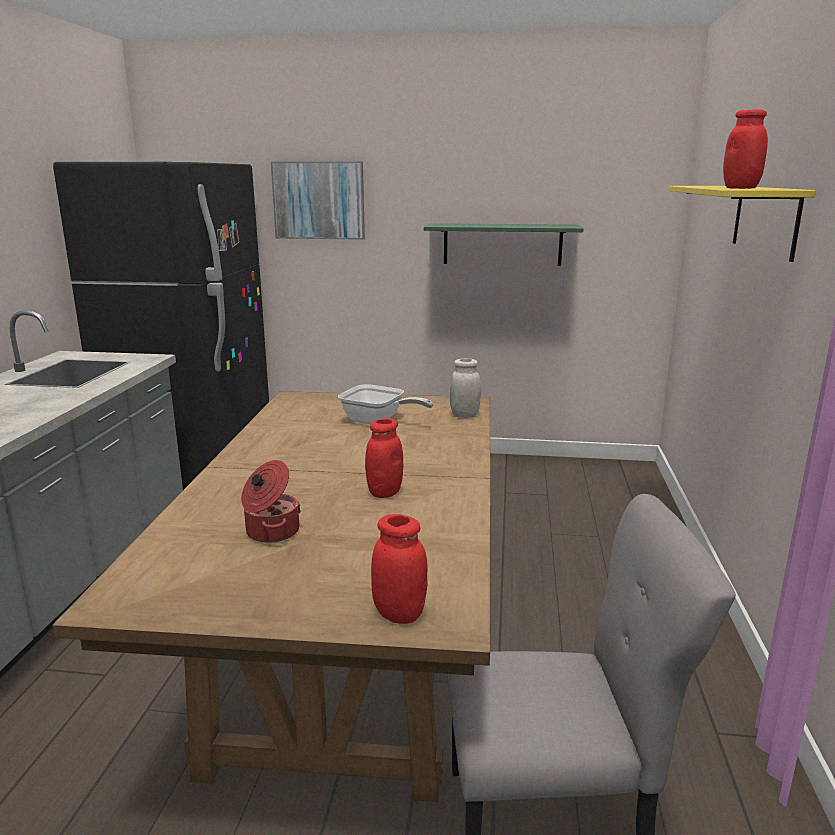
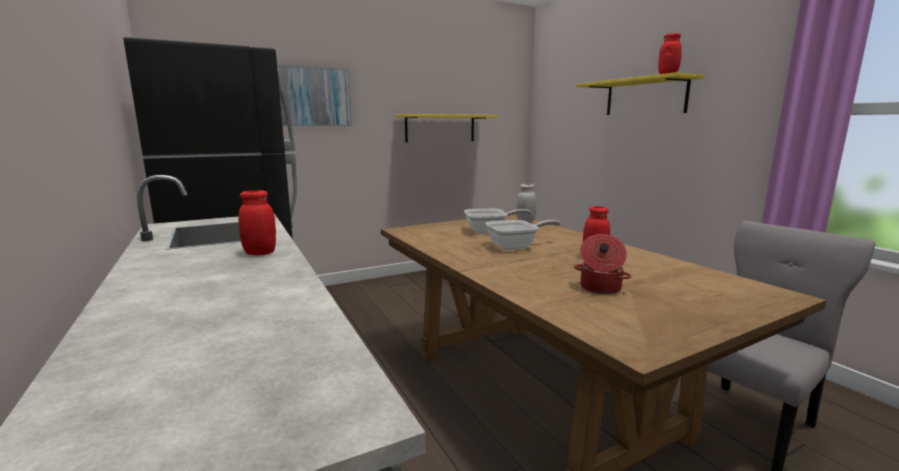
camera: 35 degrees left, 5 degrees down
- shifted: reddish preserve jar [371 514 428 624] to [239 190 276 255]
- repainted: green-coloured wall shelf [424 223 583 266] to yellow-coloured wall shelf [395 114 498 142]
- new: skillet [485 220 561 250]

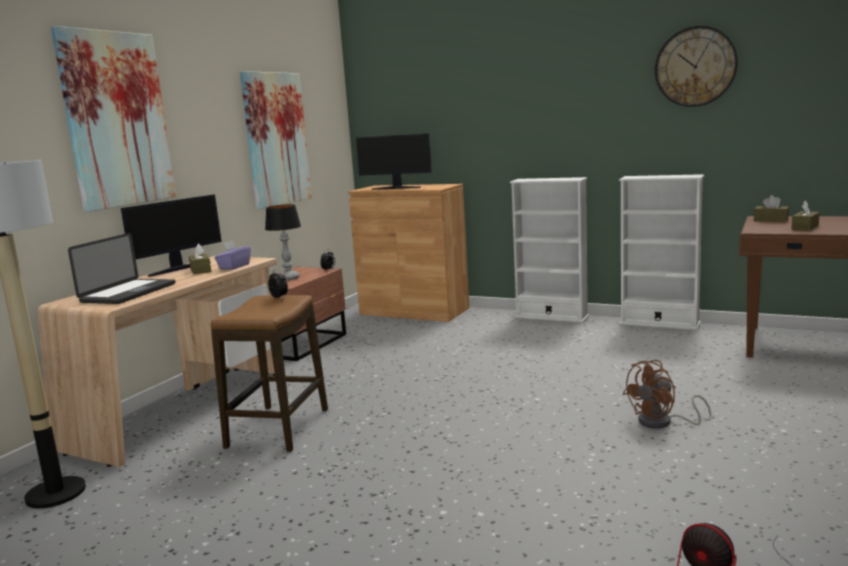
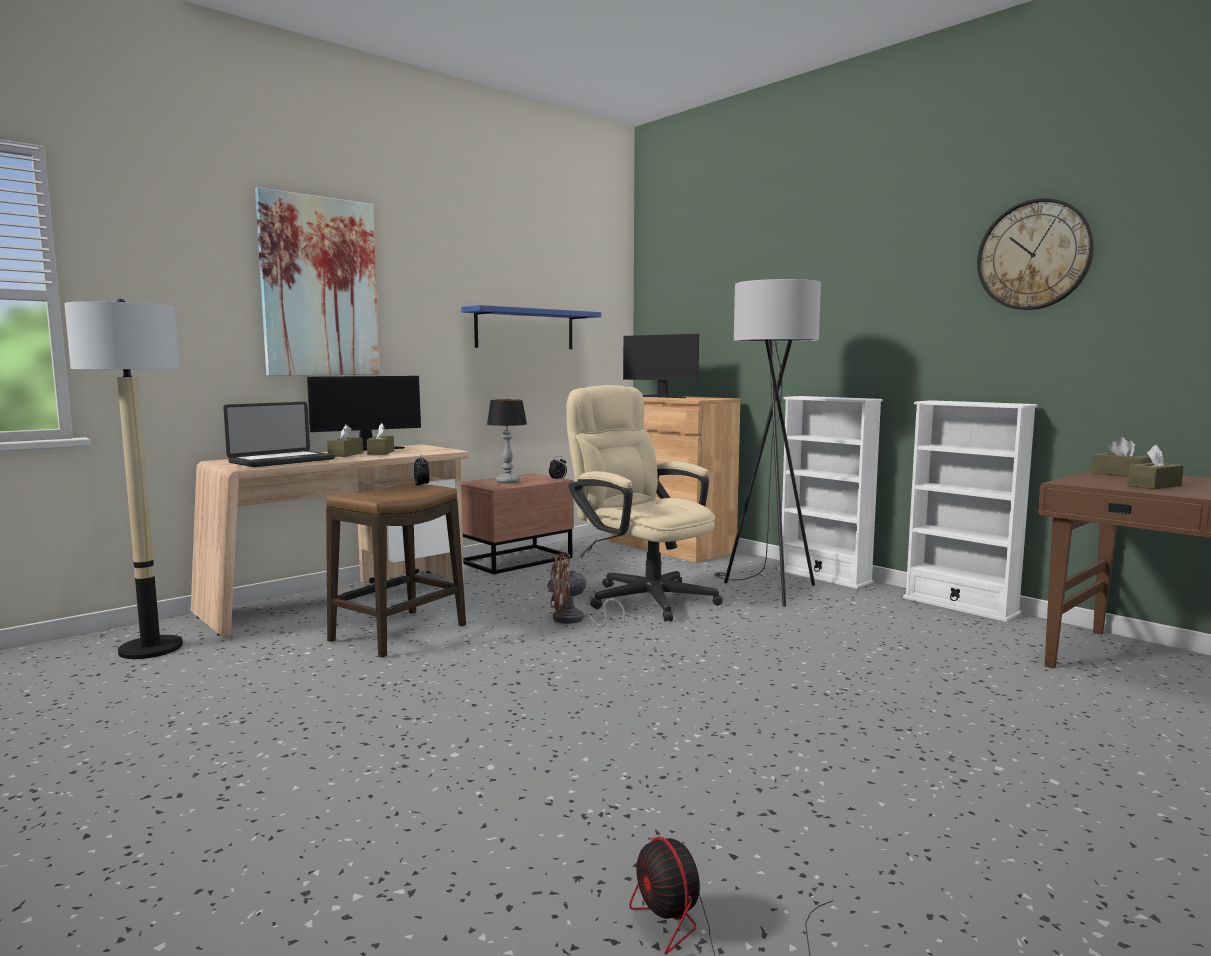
camera: 20 degrees right, 5 degrees down
- new: brown tissue box [327 424 363 457]
- swapped: picture [240 71 312 209] to blue-coloured wall shelf [461 305 601 349]
- shifted: brown electric fan [622 360 711 429] to [547 553 625 627]
- new: beige computer chair [566 385 723 622]
- new: grey floor lamp [714 279 821 607]
- gone: purple tissue box [214 240 251 270]

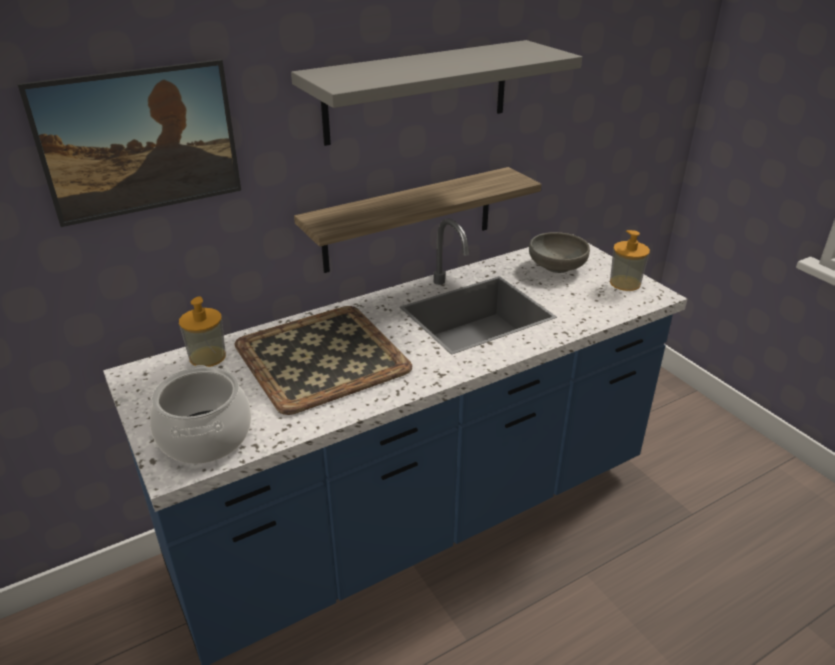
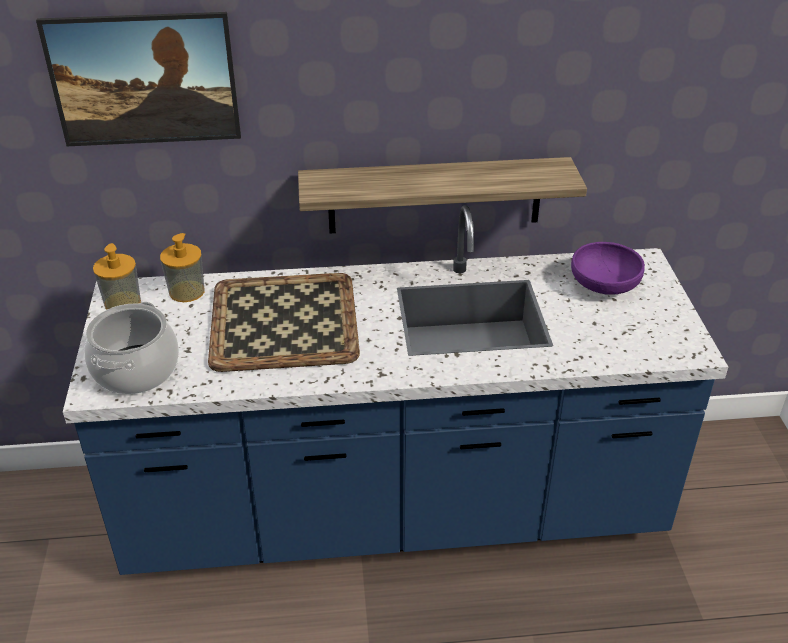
camera: 25 degrees right, 5 degrees up
- shifted: liquid soap bottle [610 230 650 291] to [93 243 141 310]
- repainted: grey bowl [529 232 590 273] to purple bowl [571 242 645 295]
- gone: grey wall shelf [291 40 582 146]

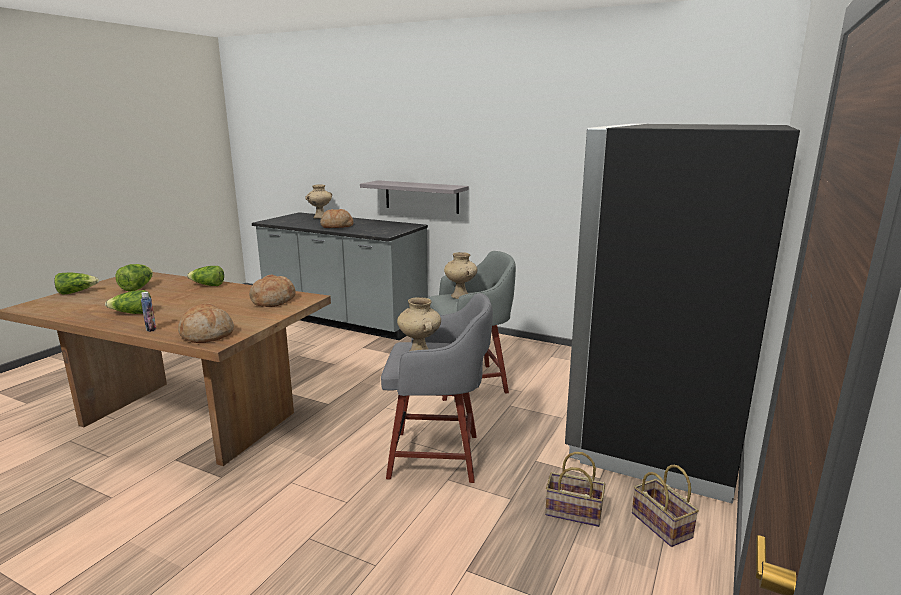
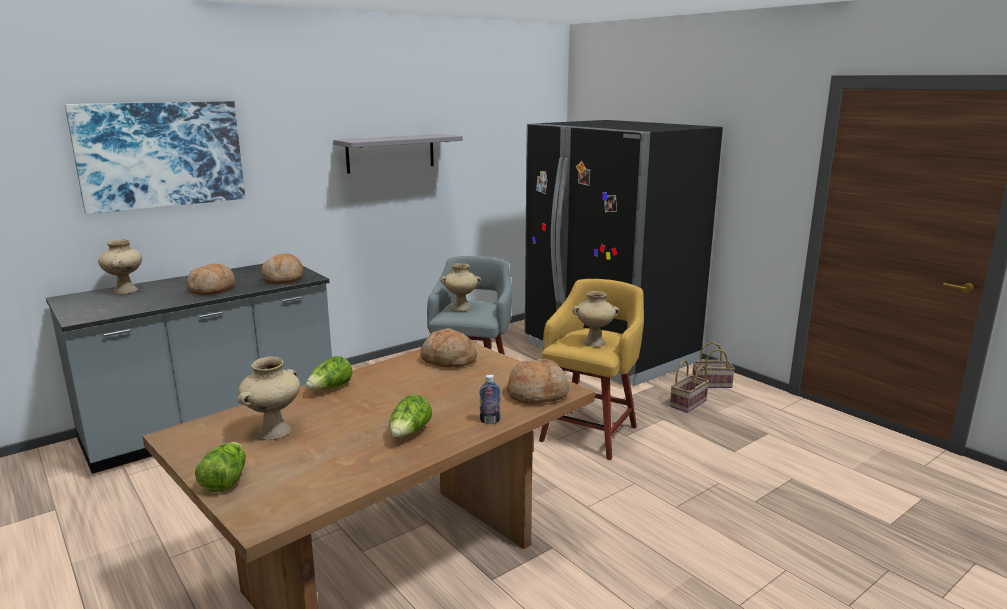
camera: 65 degrees left, 0 degrees up
- new: picture [65 101 245 214]
- swapped: lettuce head [116 264 153 292] to beige decorative vase [238 357 300 440]
- new: baked bread [261 253 303 283]
- shifted: grey wall shelf [360 180 469 214] to [333 134 463 174]
- repainted: grey sitting stool [381 293 493 483] to yellow-coloured sitting stool [539 279 644 460]

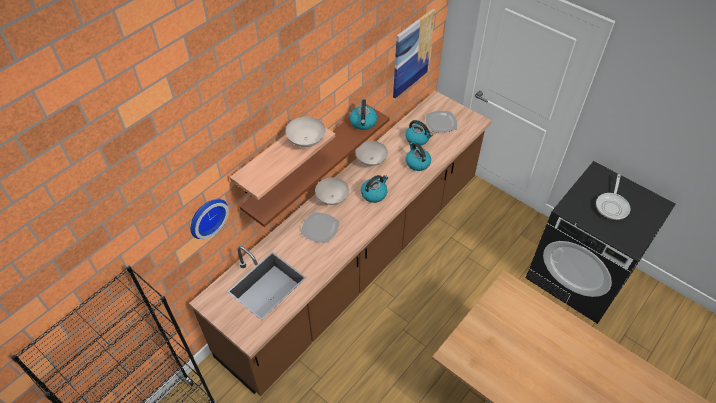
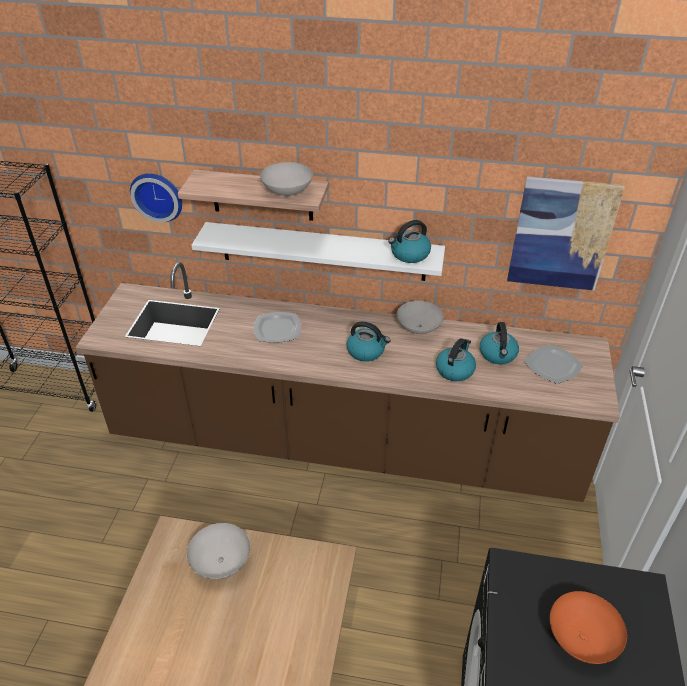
camera: 60 degrees right, 10 degrees down
- shifted: white bowl [315 178 349 205] to [187 523 250 580]
- repainted: brown wall shelf [240 104 390 227] to white wall shelf [191 222 445 281]
- swapped: skillet [596 174 630 220] to orange-coloured bowl [550 591 627 664]

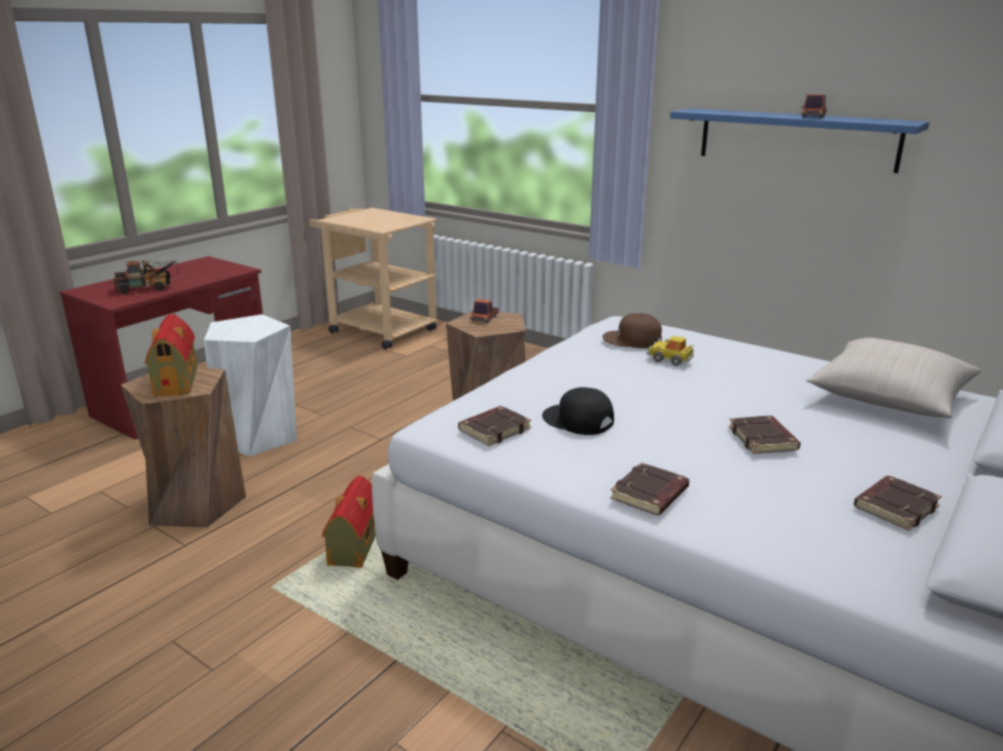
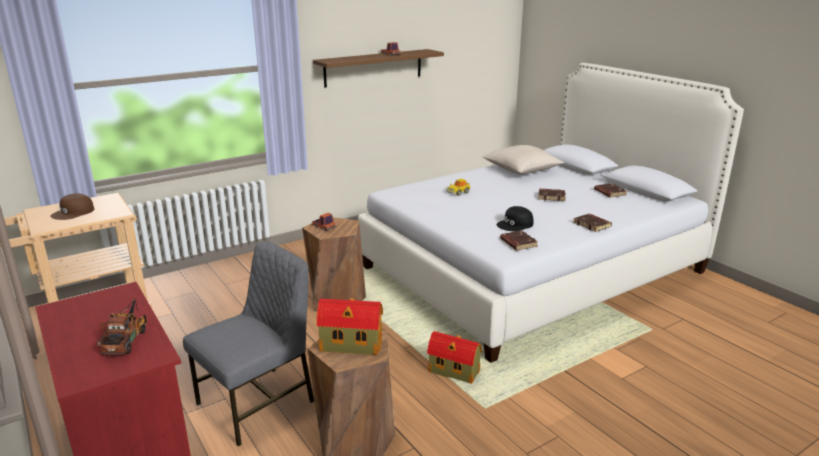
camera: 70 degrees left, 0 degrees up
- shifted: brown peaked cap [602 313 662 348] to [50 193 94 220]
- swapped: white sitting stool [204 314 297 456] to grey plain chair [183 241 314 447]
- repainted: blue-coloured wall shelf [670 108 930 173] to brown wall shelf [313 49 444 88]

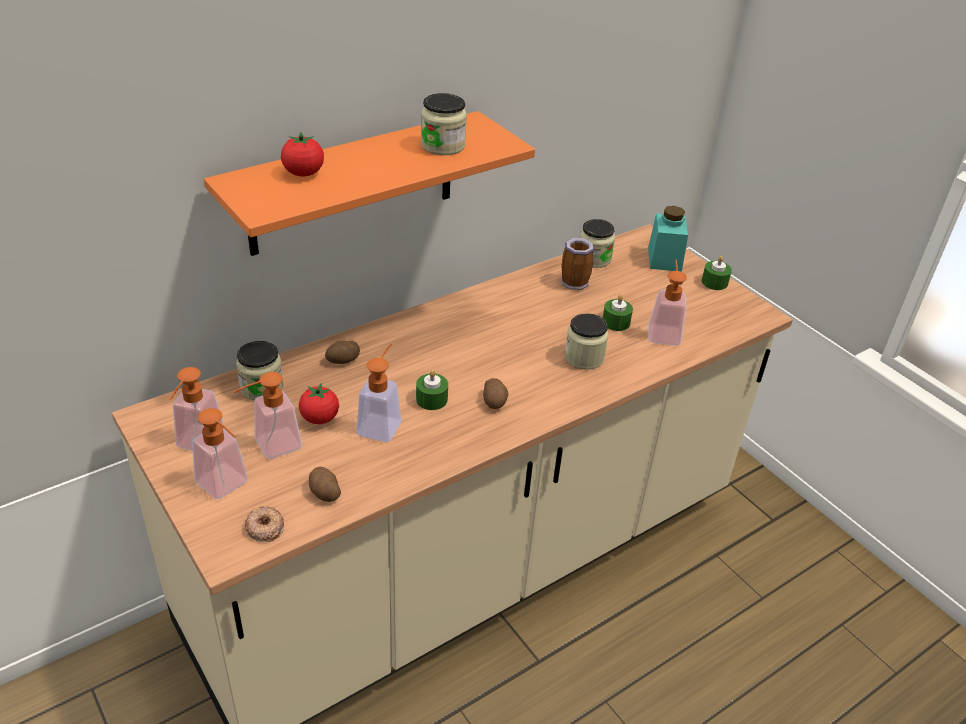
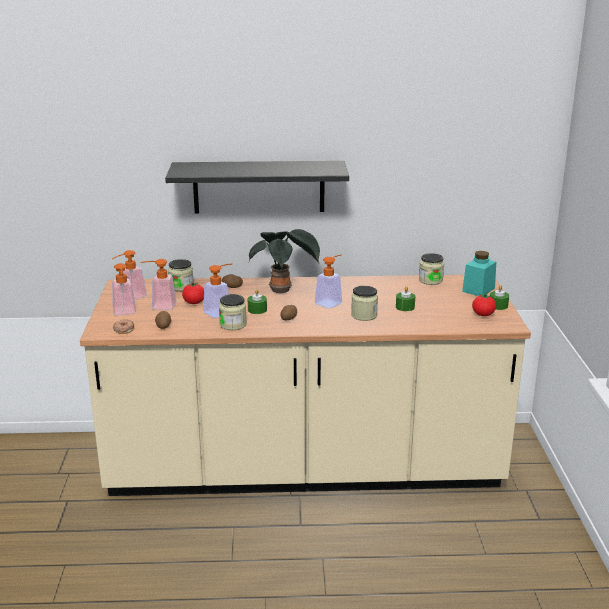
camera: 35 degrees right, 15 degrees down
- repainted: orange-coloured wall shelf [204 111 535 256] to blackish wall shelf [165 161 349 213]
- shifted: preserve jar [421 93 467 155] to [219 294 247 330]
- new: potted plant [249 229 320 293]
- shifted: liquid soap bottle [648 260 687 346] to [315 255 342 308]
- shifted: fresh tomato [281 132 324 177] to [472 293 496 316]
- gone: tea mug [561 238 594 290]

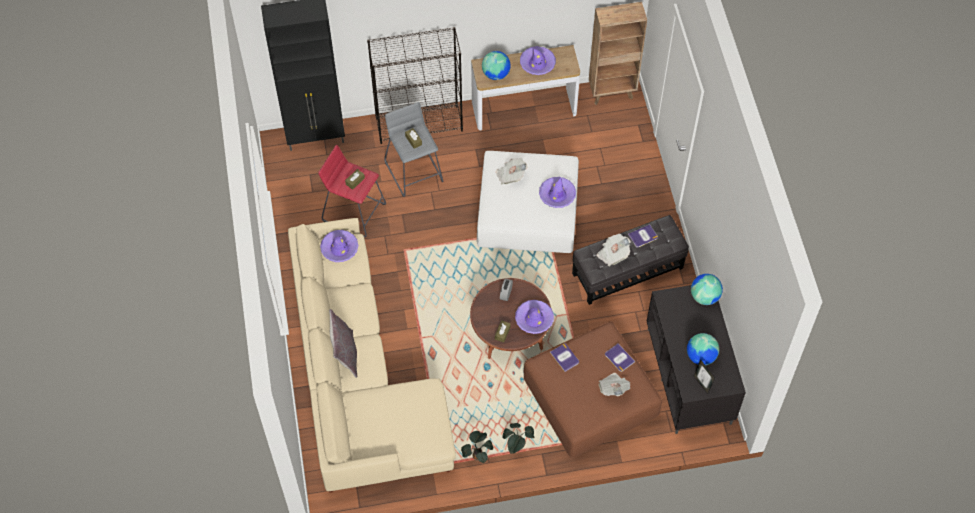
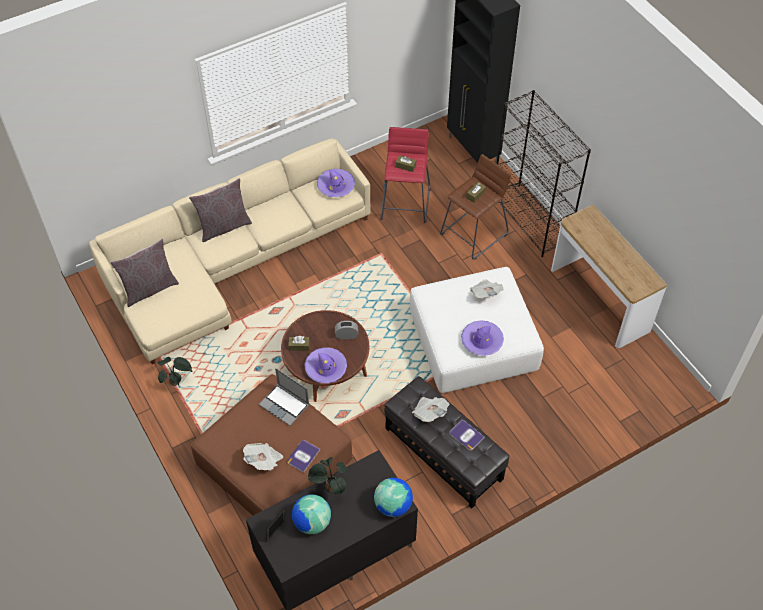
camera: 70 degrees right, 5 degrees down
- new: grey throw pillow [110 239 179 307]
- swapped: bound book [550 344 579 372] to notebook computer [259 368 309 426]
- shifted: potted plant [502 423 534 454] to [308 457 347 495]
- repainted: grey sitting stool [384 102 444 197] to brown sitting stool [440 154 511 260]
- gone: desk globe [482 51 511 80]
- gone: purple wearable hat [520 46 556 75]
- gone: brown shelving unit [589 2 647 105]

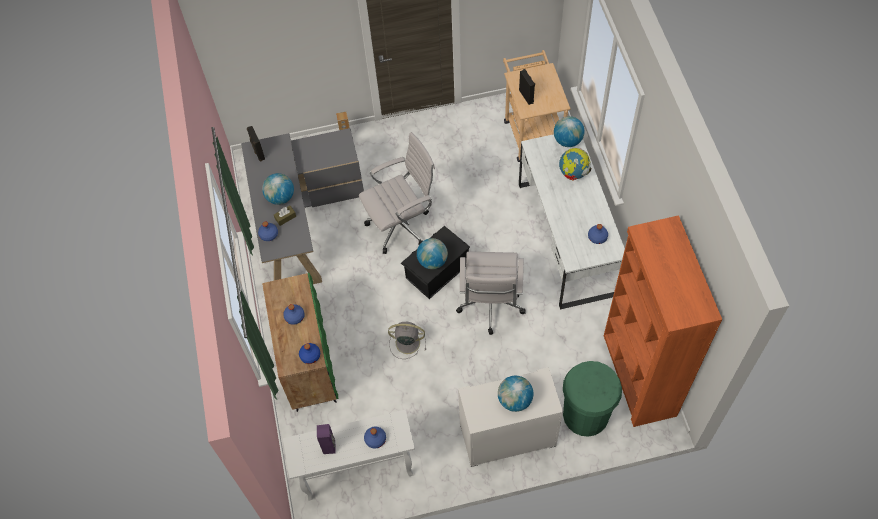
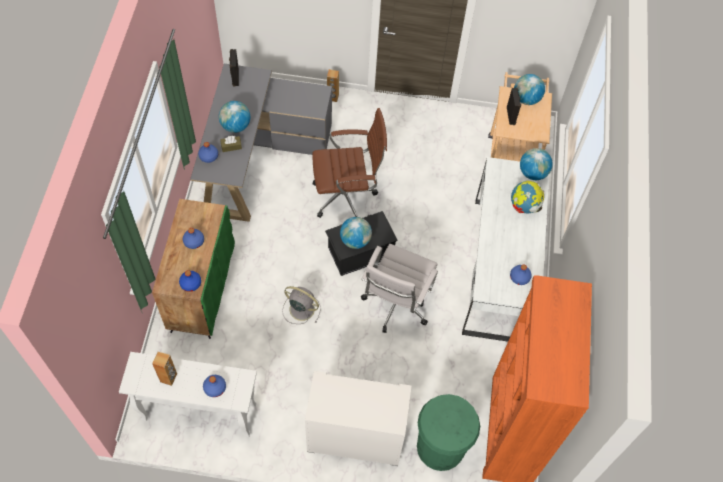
camera: 15 degrees right, 0 degrees up
- repainted: purple audio speaker [317 424 336 454] to brown audio speaker [152 352 177 386]
- repainted: white computer chair [359 132 435 254] to brown computer chair [312 108 387 218]
- shifted: desk globe [498 376 534 412] to [514 74 545 105]

